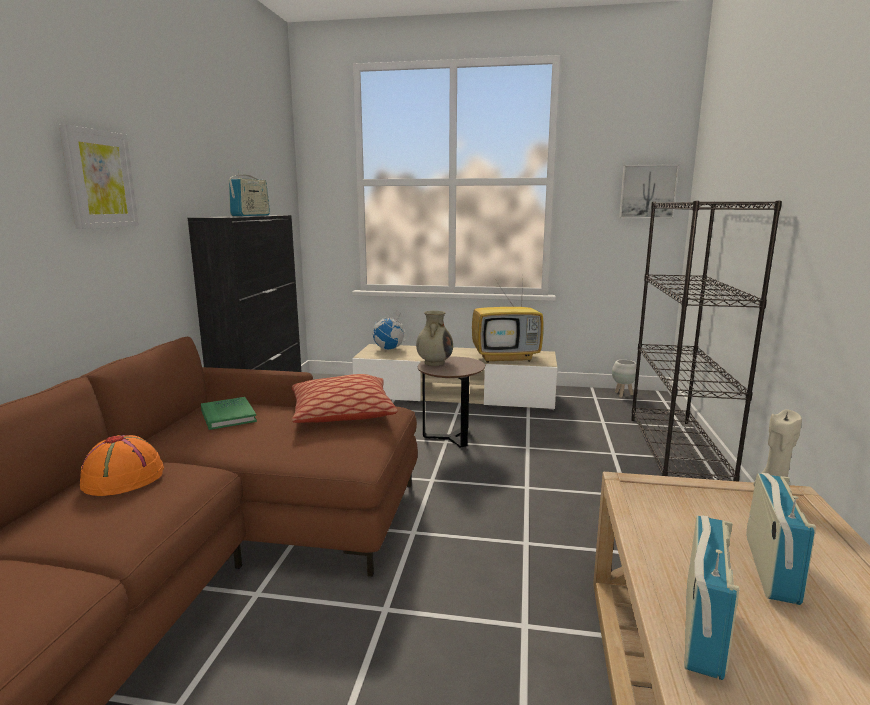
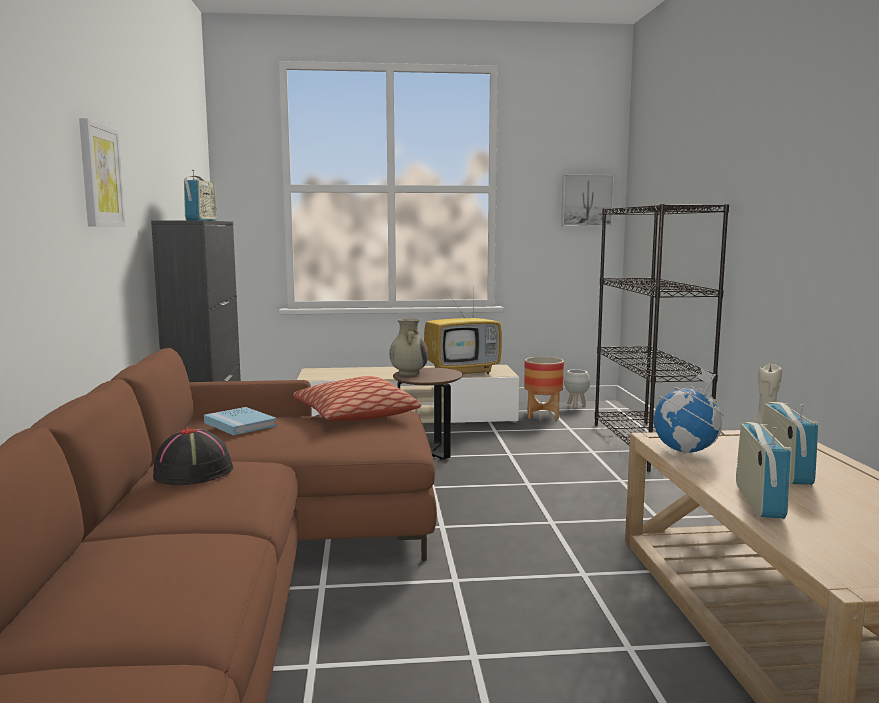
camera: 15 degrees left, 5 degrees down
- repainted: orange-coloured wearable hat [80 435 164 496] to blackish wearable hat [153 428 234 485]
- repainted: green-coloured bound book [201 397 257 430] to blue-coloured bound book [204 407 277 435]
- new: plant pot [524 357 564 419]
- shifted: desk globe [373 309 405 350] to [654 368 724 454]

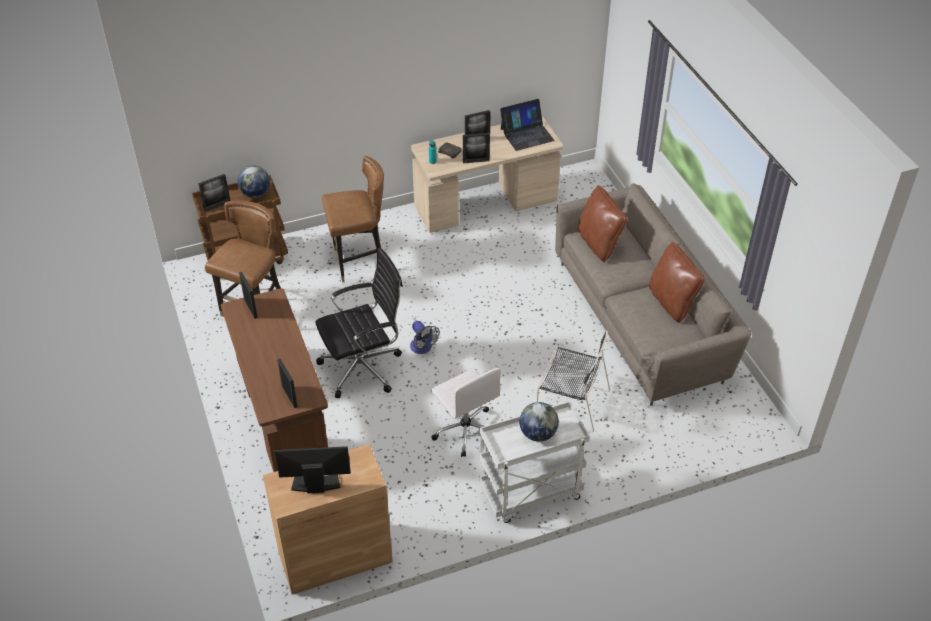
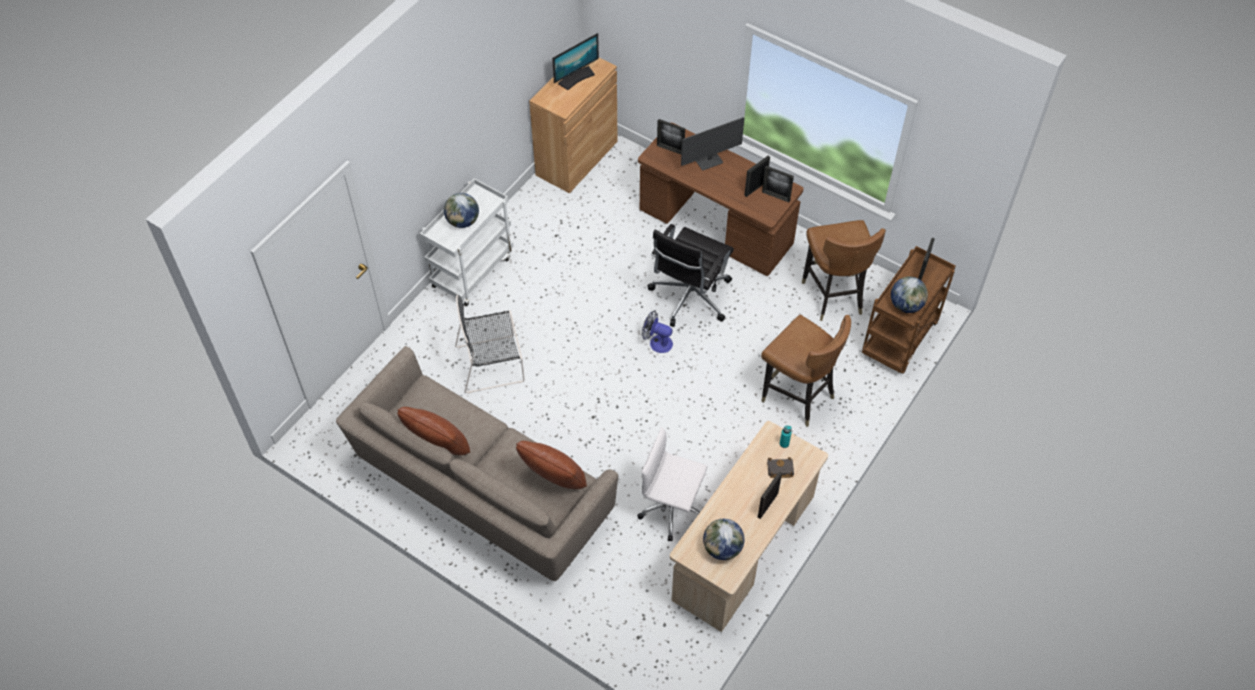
camera: 145 degrees right, 10 degrees up
- shifted: white computer chair [431 368 501 457] to [637 427 707 541]
- new: computer screen [681 117 744 171]
- swapped: notebook computer [500 99 555 151] to desk globe [703 519 744 560]
- shifted: standing frame [463 133 490 163] to [745 156 770 197]
- rotated: brown plain chair [322 156 384 283] = [761 315 851 427] 90 degrees counterclockwise

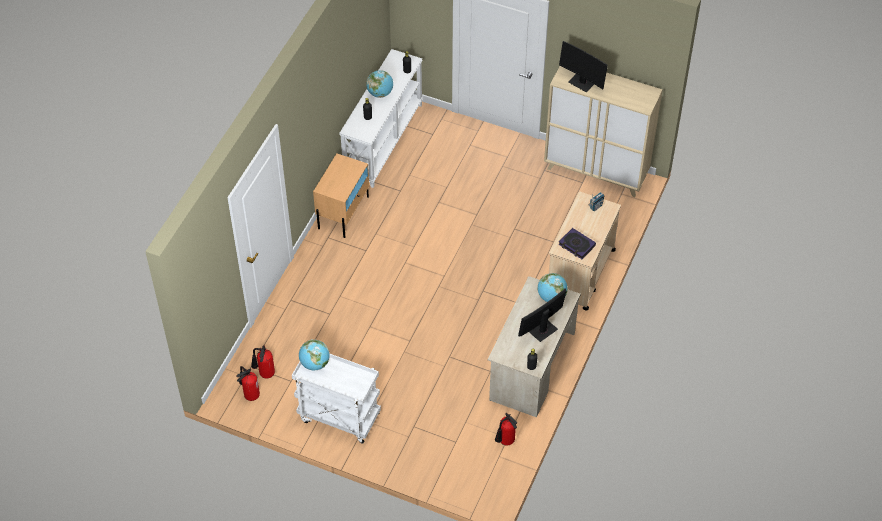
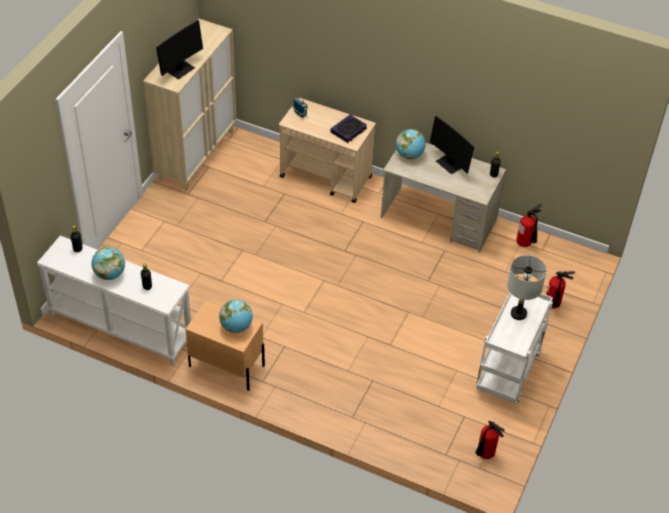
camera: 90 degrees left, 5 degrees down
- shifted: desk globe [299 339 330 370] to [219 299 253 333]
- new: grey lamp for a table [507 255 547 320]
- shifted: fire extinguisher [251 345 275 378] to [546 271 575 309]

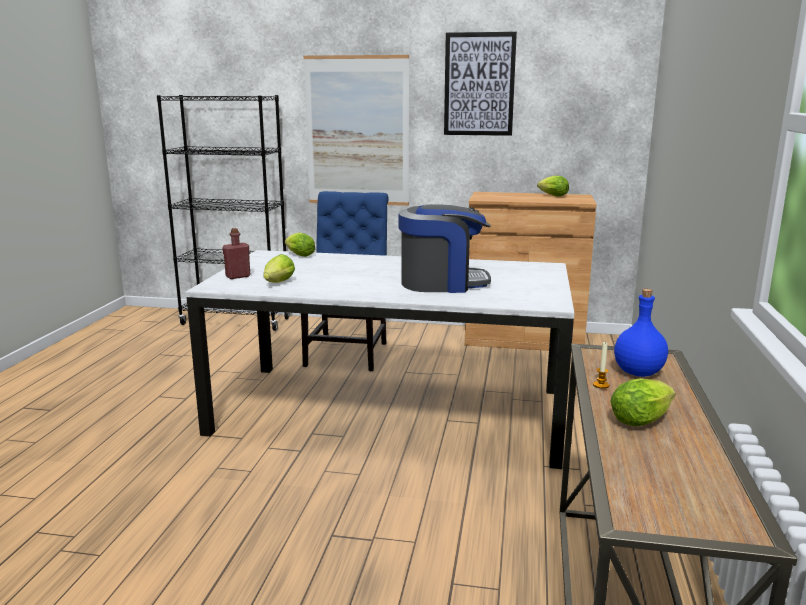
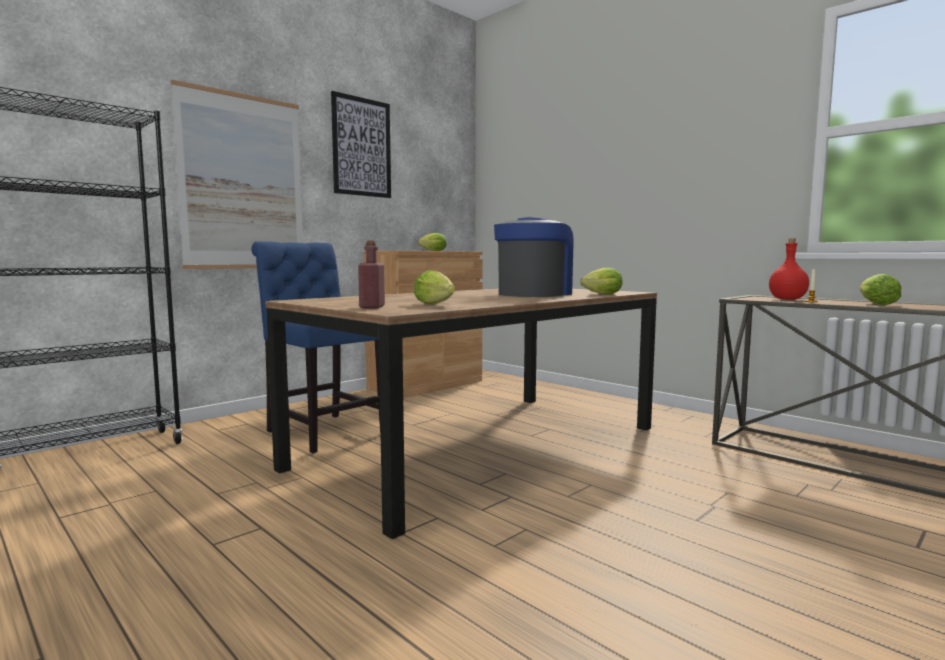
camera: 55 degrees left, 10 degrees down
- repainted: white dining table [186 250 574 469] to brown dining table [266 288 657 539]
- shifted: lettuce head [285 233 315 257] to [580 268 623 294]
- repainted: blue-coloured drink bottle [614 289 668 377] to reddish drink bottle [769 238 809 300]

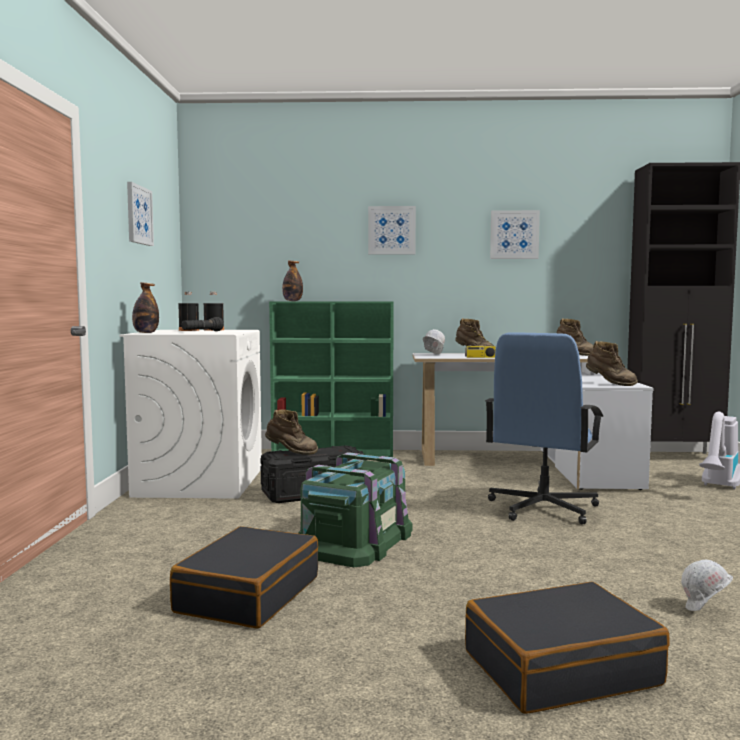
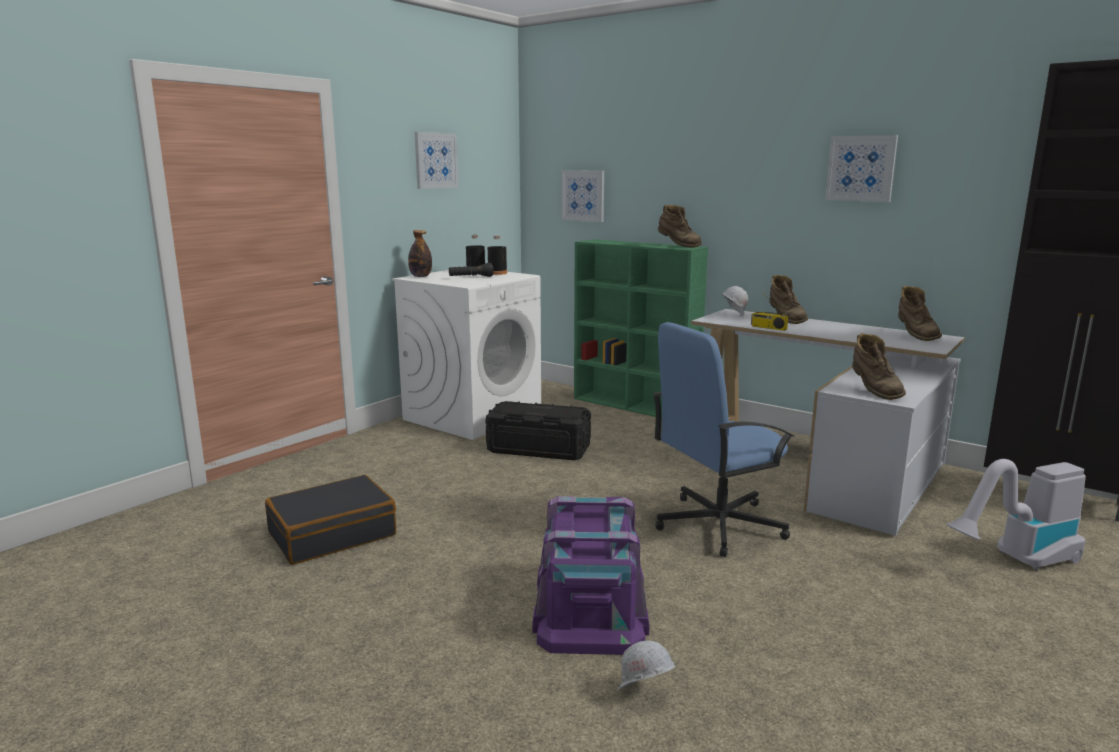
camera: 35 degrees right, 10 degrees up
- new: purple storage box [532 496 649 655]
- shifted: picture [368 206 416 255] to [561 170 604 222]
- shifted: brown tall boot [265 410 318 455] to [658 205 702 248]
- gone: drink bottle [282 260 303 301]
- gone: green-coloured storage box [298 452 412 567]
- gone: blackish suitcase [465 582 670 714]

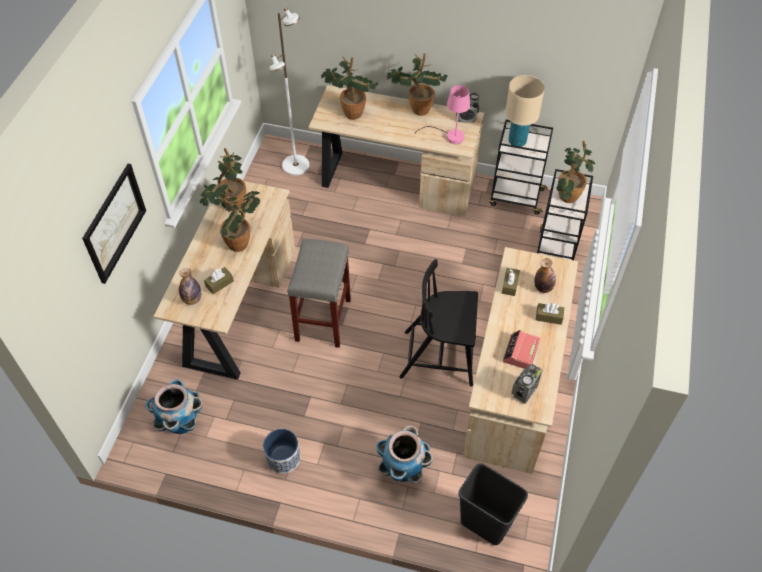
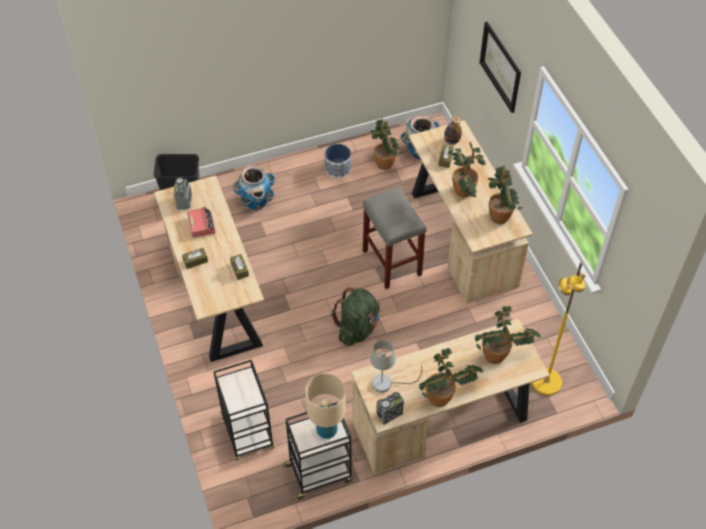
camera: 145 degrees right, 0 degrees up
- new: green-coloured backpack [331 287 380 346]
- shifted: potted plant [556 141 595 203] to [370 117 403 170]
- repainted: pinkish lamp for a table [414 85 470 144] to grey lamp for a table [370 340 422 393]
- repainted: white floor lamp [270 7 309 176] to yellow-coloured floor lamp [532 262 586 395]
- gone: blackish plain chair [399 259 478 387]
- gone: drink bottle [534 258 556 293]

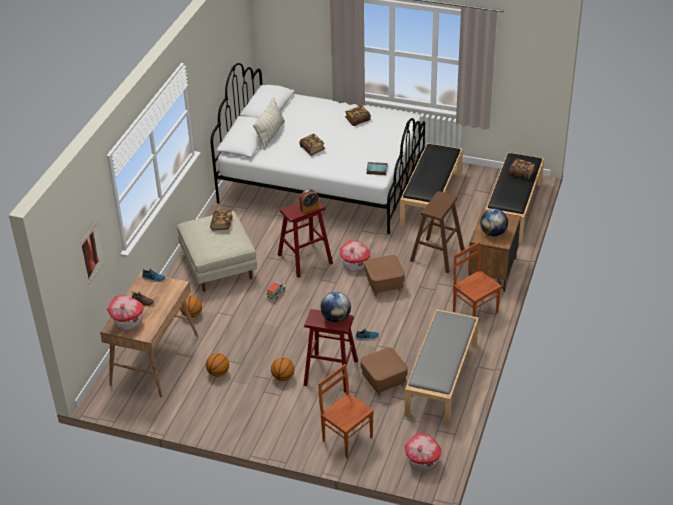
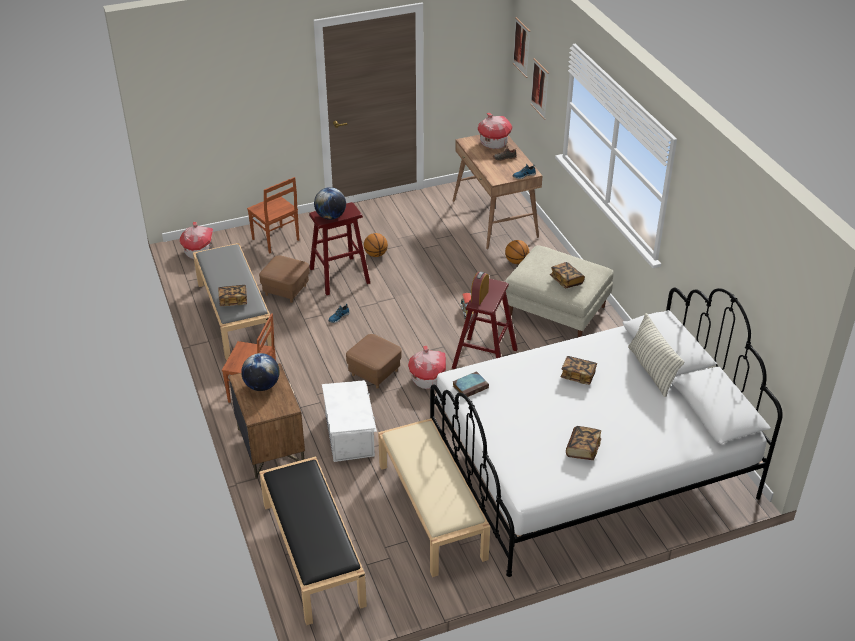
camera: 140 degrees right, 0 degrees up
- shifted: bound book [509 158 535 180] to [218 285 247 306]
- rotated: brown plain chair [318 364 374 458] = [247 177 299 254] 45 degrees clockwise
- swapped: brown sitting stool [410 191 465 273] to white storage box [322 380 377 462]
- repainted: blackish long seat [400 143 463 232] to beige long seat [378 418 490 577]
- new: picture [513 17 530 78]
- gone: basketball ball [206 353 229 377]

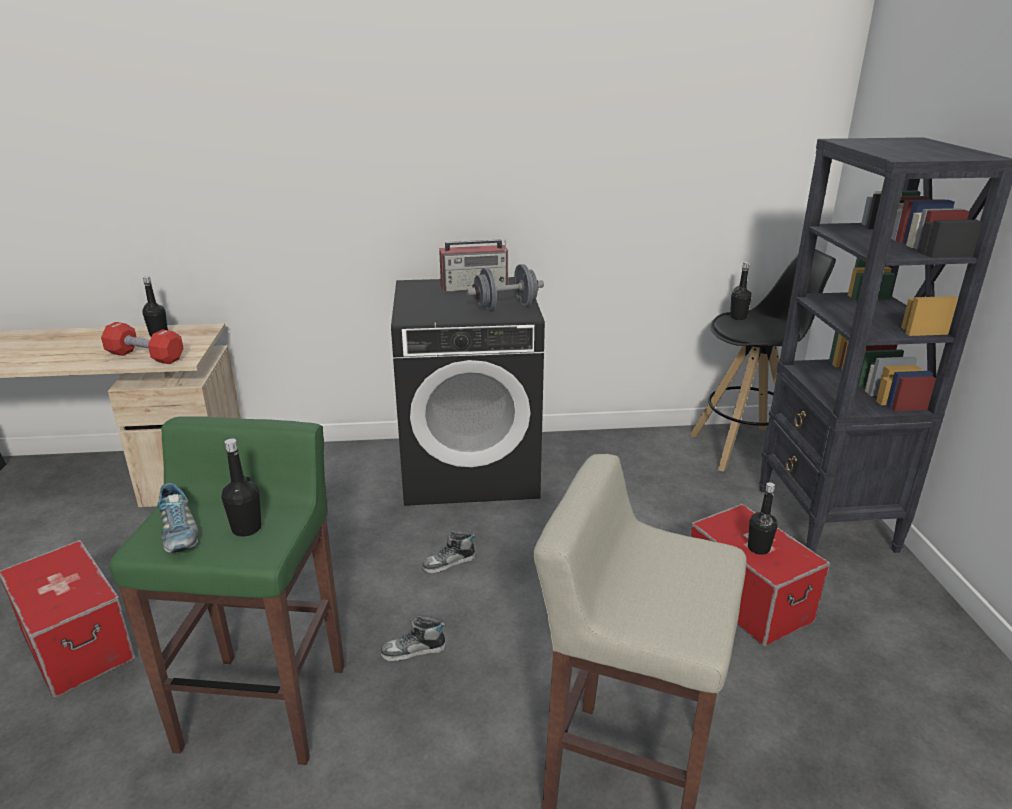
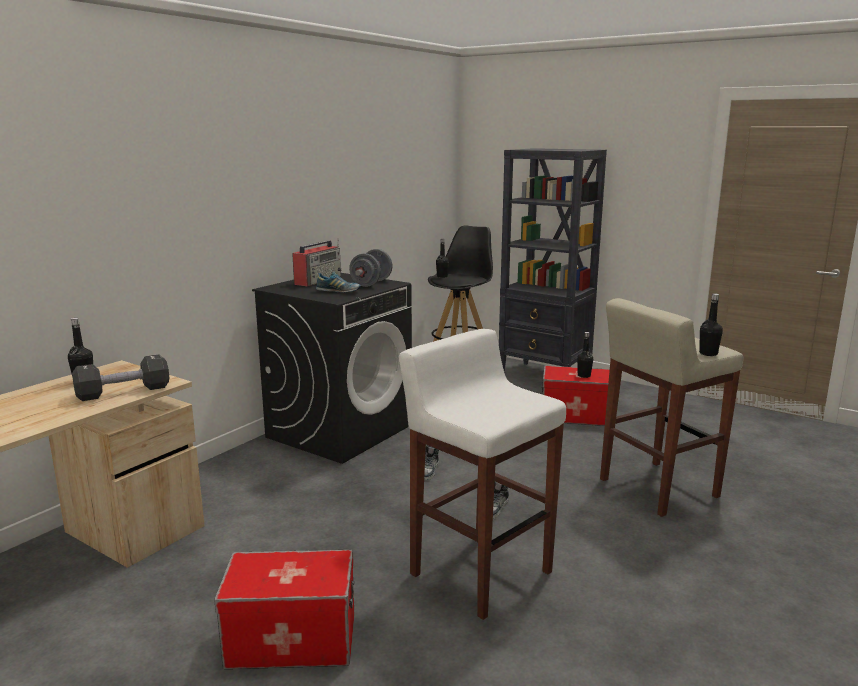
camera: 50 degrees left, 10 degrees down
- repainted: reddish dumbbell [101 322 183 364] to blackish dumbbell [72 354 169 401]
- shifted: item of footwear [158 483 199 553] to [316 272 361 292]
- repainted: green-coloured sitting stool [109 416 345 765] to white sitting stool [399 329 566 620]
- shifted: blackish drink bottle [222 438 262 537] to [699 293 723 356]

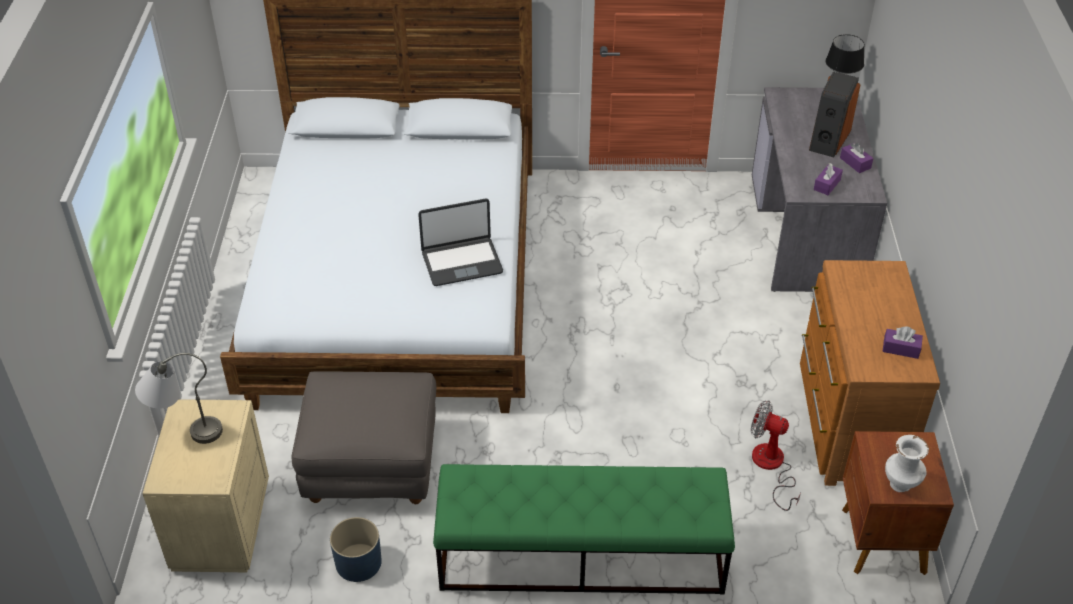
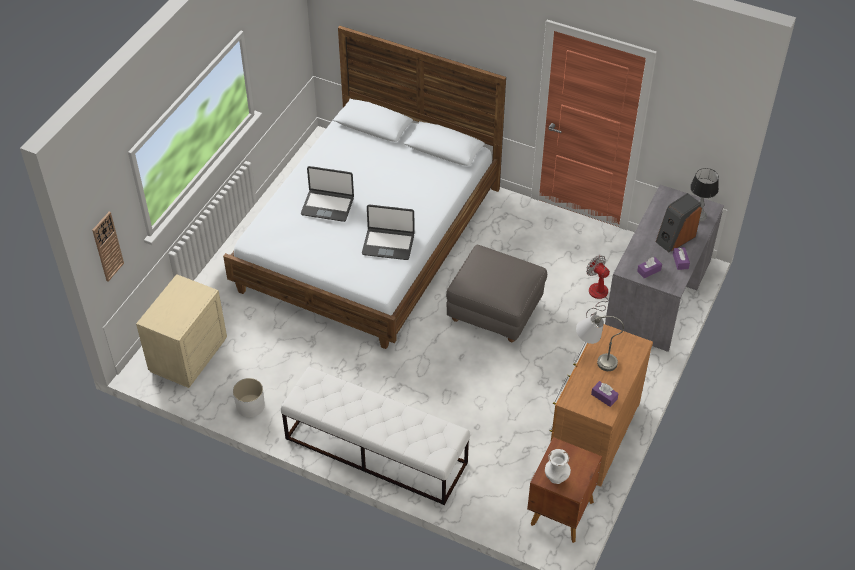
camera: 25 degrees right, 5 degrees up
- new: wall clock [92 212 124 282]
- repainted: blue-coloured plant pot [330 517 382 582] to white plant pot [233 378 265 417]
- repainted: green-coloured long seat [433 464 735 594] to white long seat [281 367 470 505]
- new: notebook computer [301 166 354 222]
- shifted: grey footrest [292 371 436 504] to [446 244 547 342]
- shifted: grey lamp for a table [135 353 223 444] to [576 315 624 371]
- shifted: electric fan [751 400 801 511] to [586 255 610 318]

